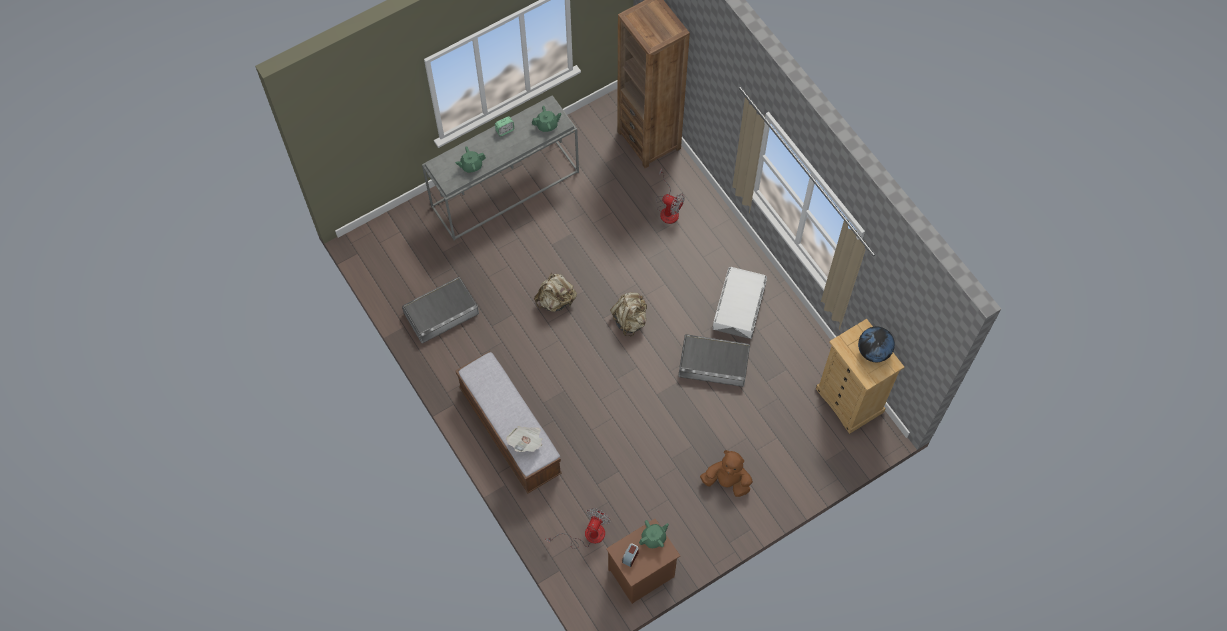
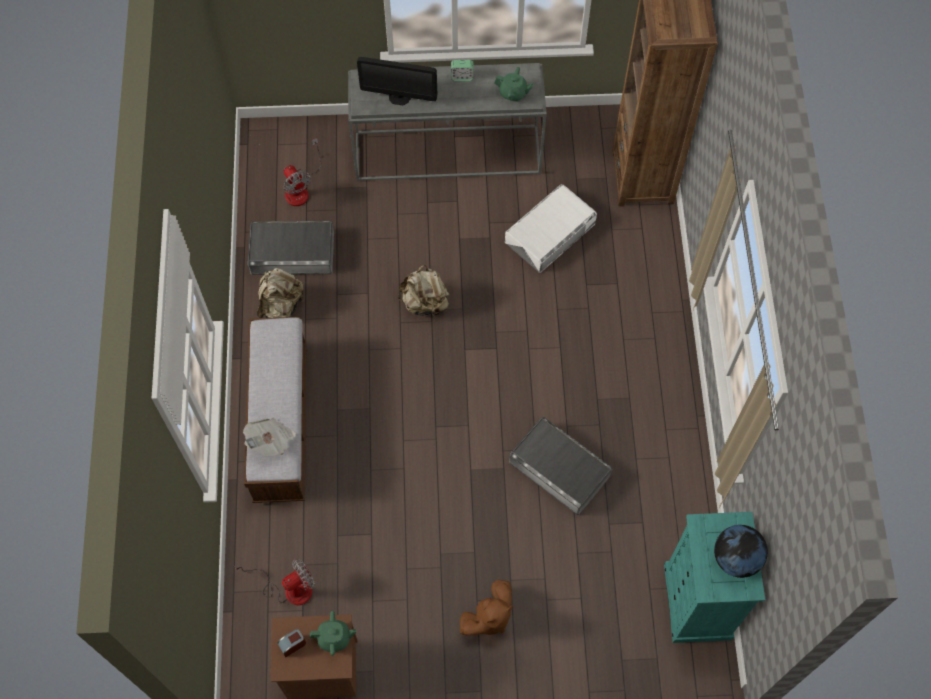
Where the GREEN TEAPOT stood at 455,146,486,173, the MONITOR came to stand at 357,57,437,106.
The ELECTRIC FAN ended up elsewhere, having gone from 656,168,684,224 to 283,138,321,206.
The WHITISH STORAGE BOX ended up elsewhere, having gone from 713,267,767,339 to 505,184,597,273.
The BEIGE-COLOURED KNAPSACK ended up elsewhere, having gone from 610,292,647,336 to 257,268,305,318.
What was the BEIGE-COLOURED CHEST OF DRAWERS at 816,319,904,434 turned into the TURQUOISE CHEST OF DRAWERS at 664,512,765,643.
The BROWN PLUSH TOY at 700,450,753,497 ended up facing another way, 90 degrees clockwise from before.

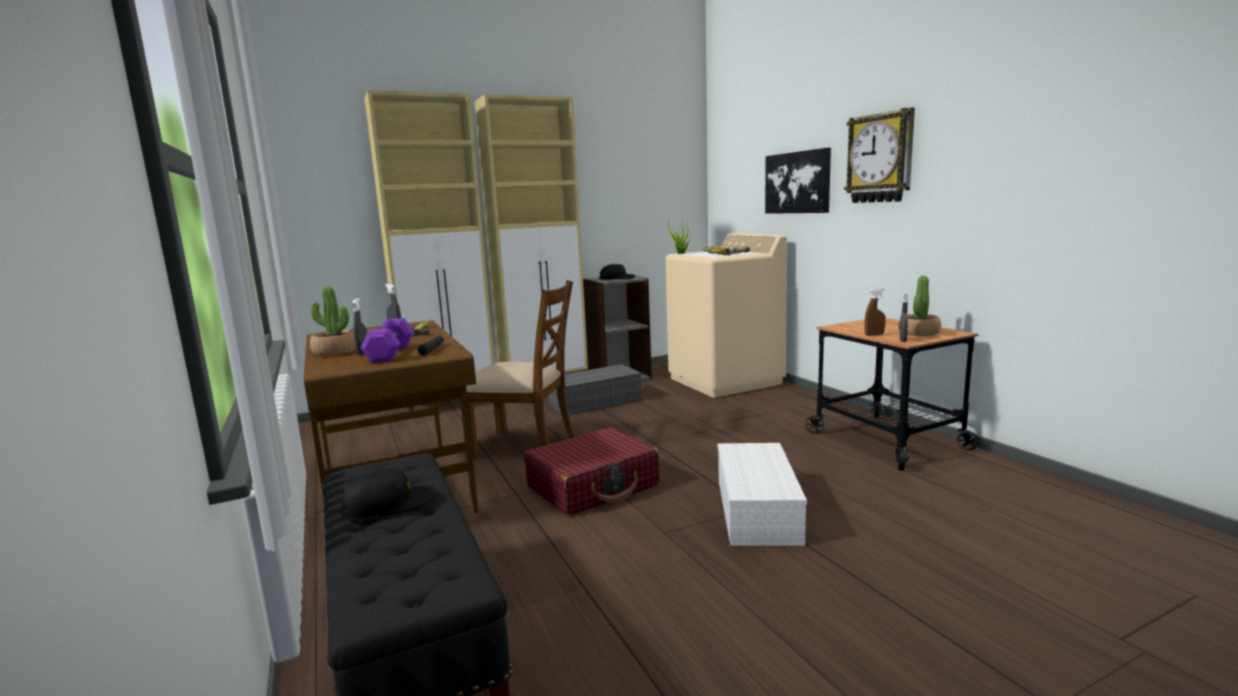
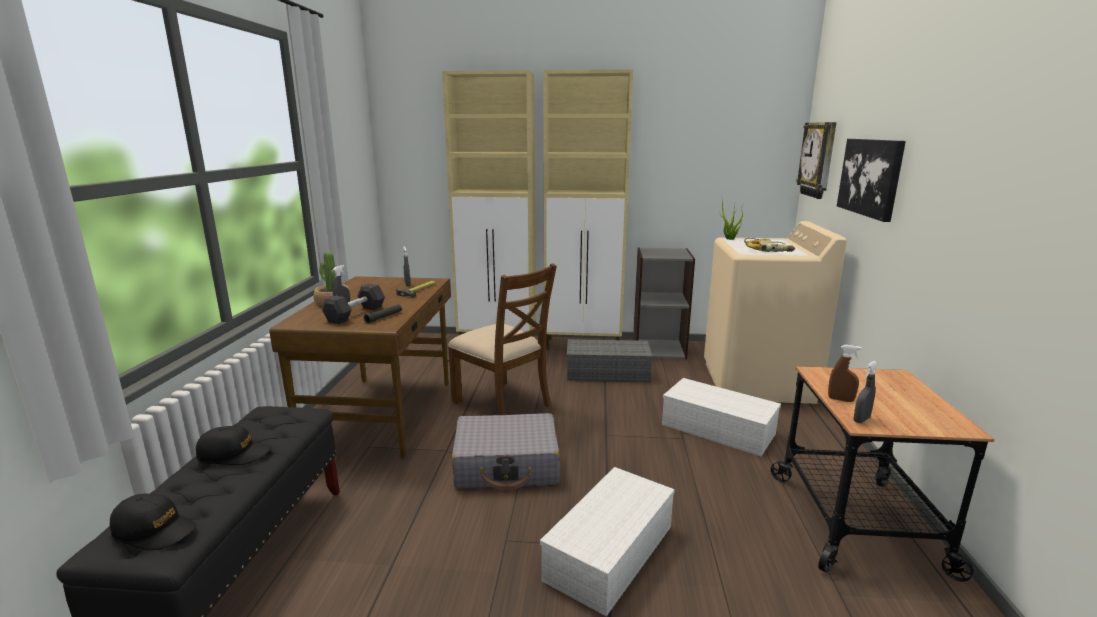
The WALL CLOCK ended up elsewhere, having gone from 844,107,915,203 to 796,122,837,199.
The BLACK PEAKED CAP ended up elsewhere, having gone from 599,264,635,280 to 110,494,197,550.
The second view lost the POTTED PLANT at 898,276,941,336.
What was the PURPLE HAND WEIGHT at 361,318,414,363 turned into the GREYISH HAND WEIGHT at 322,284,385,324.
What was the RED PIECE OF LUGGAGE at 524,428,659,515 turned into the GREYISH PIECE OF LUGGAGE at 452,413,560,491.
The second view gained the WHITISH STORAGE BOX at 662,378,781,456.

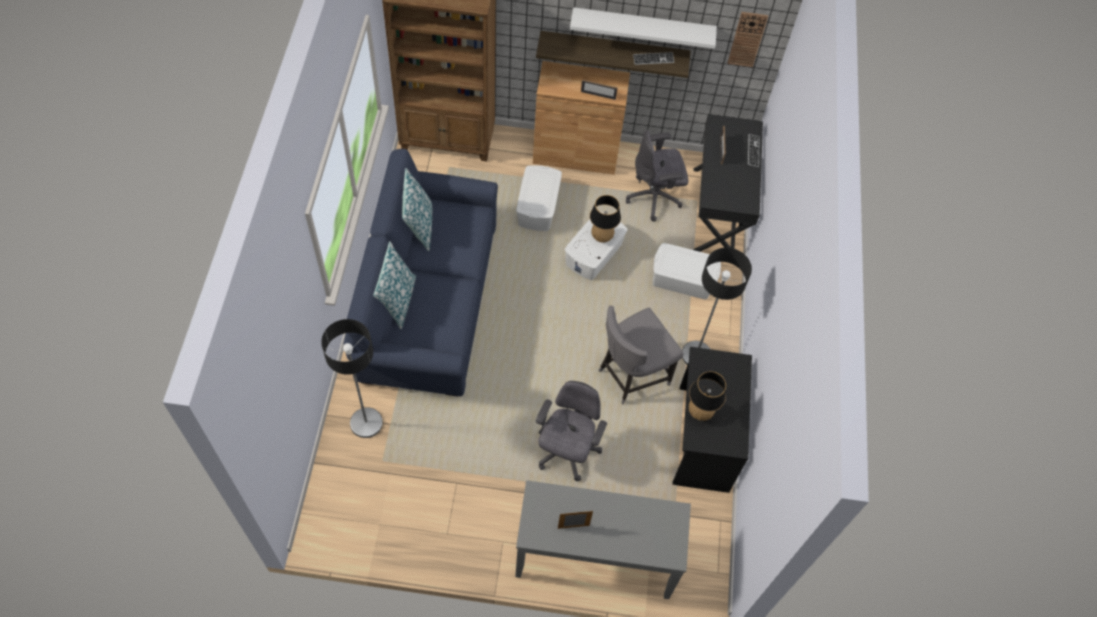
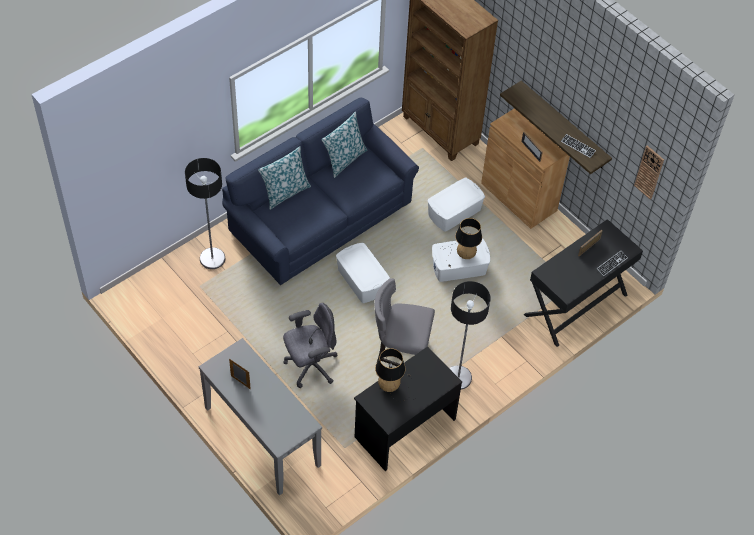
The second view lost the WHITISH BRACKET SHELF at 570,7,717,49.
The second view lost the GREYISH OFFICE CHAIR at 626,130,688,221.
The WHITISH STORAGE BOX ended up elsewhere, having gone from 653,243,721,300 to 336,243,390,303.

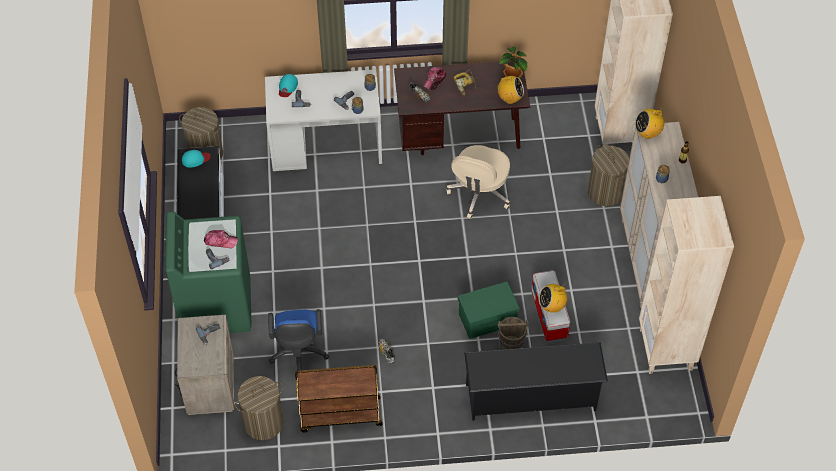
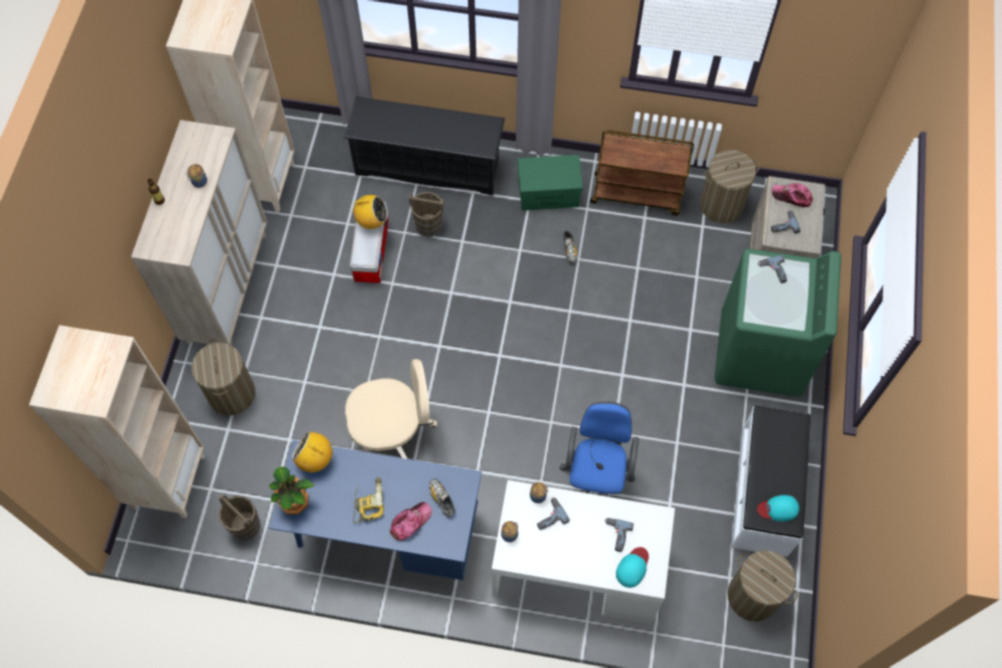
What was the BROWN DESK TABLE at 394,62,530,155 turned into the BLUE-COLOURED DESK TABLE at 269,440,482,580.
The second view lost the RADIO RECEIVER at 635,109,664,139.
The BEIGE-COLOURED OFFICE CHAIR at 446,145,510,219 ended up facing another way, 45 degrees clockwise from before.
The PEAKED CAP ended up elsewhere, having gone from 204,230,238,248 to 772,183,813,207.
The GREEN STORAGE BOX ended up elsewhere, having gone from 458,281,520,339 to 518,155,583,211.
The BLUE-COLOURED OFFICE CHAIR ended up elsewhere, having gone from 268,309,329,371 to 559,402,639,497.
The second view gained the BROWN WATER BUCKET at 218,494,261,541.

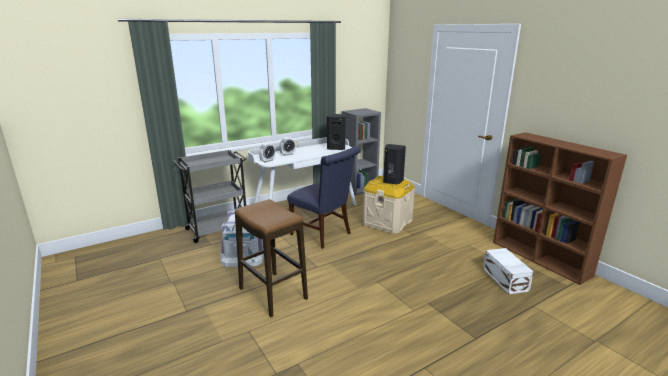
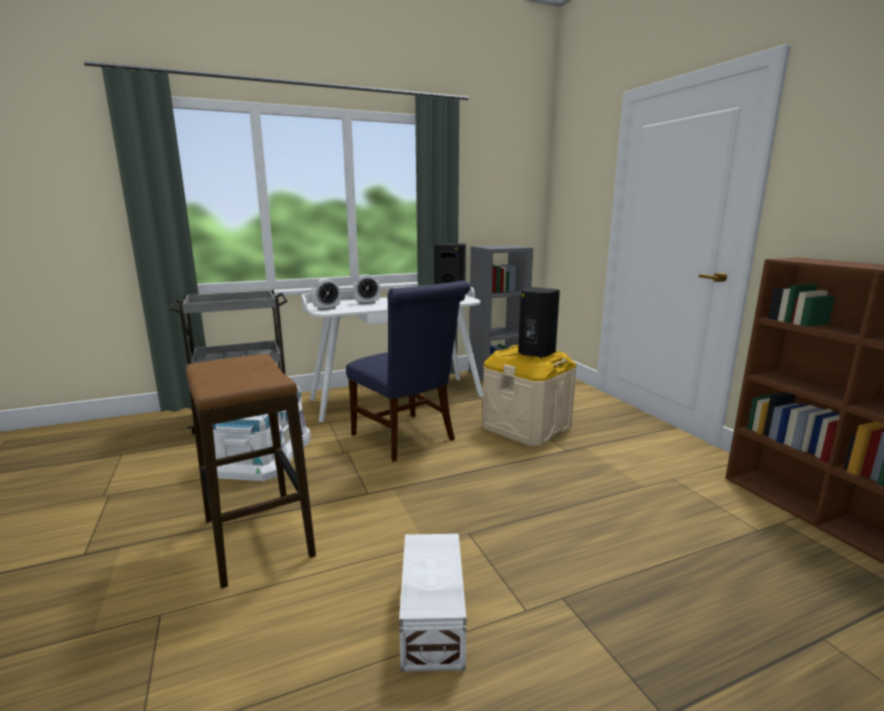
The WHITISH STORAGE BOX ended up elsewhere, having gone from 483,248,534,295 to 399,534,466,672.

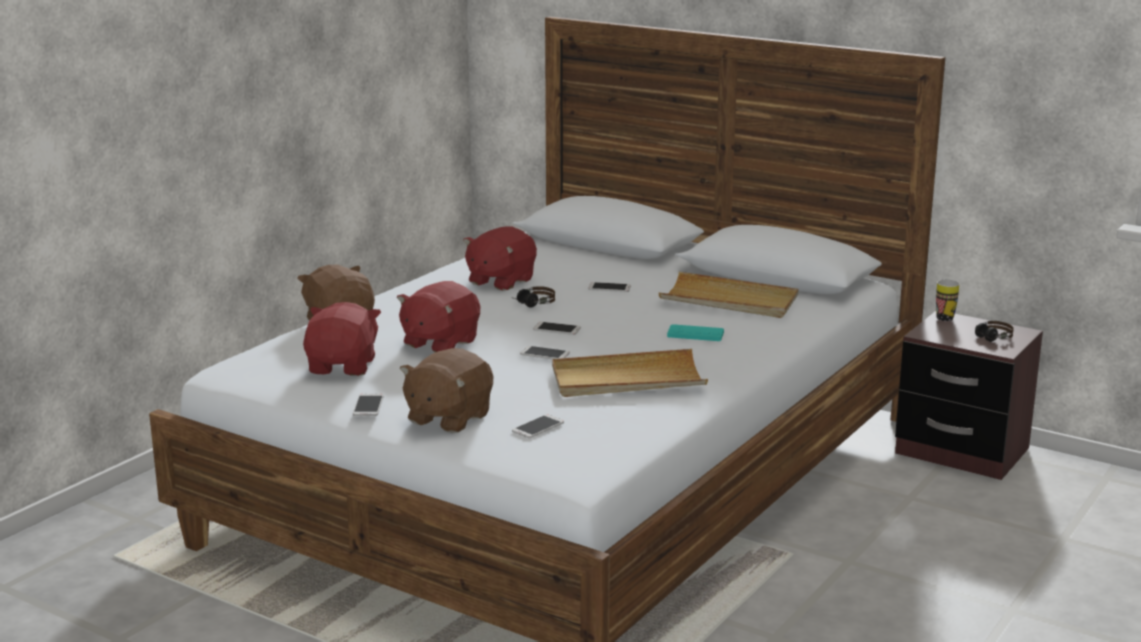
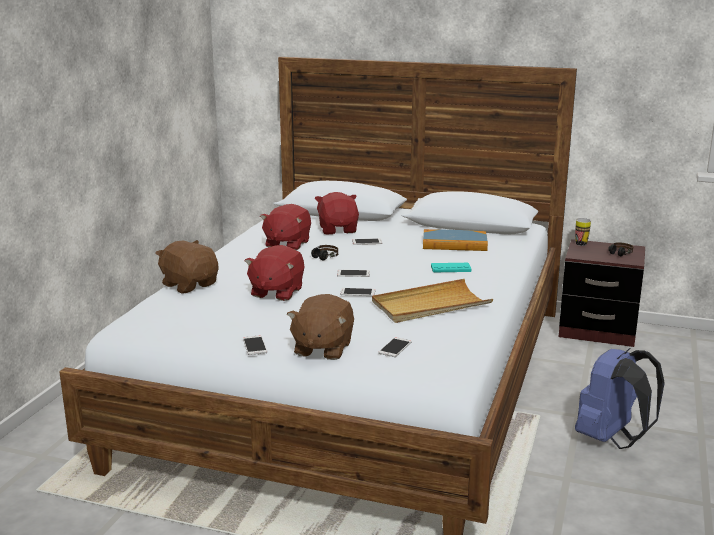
Where the BEIGE-COLOURED TRAY stood at 659,272,798,318, the VOLUME came to stand at 423,229,488,251.
The RED PLUSH TOY ended up elsewhere, having gone from 303,302,381,376 to 315,192,359,234.
The second view gained the BLUE-COLOURED KNAPSACK at 575,348,665,449.

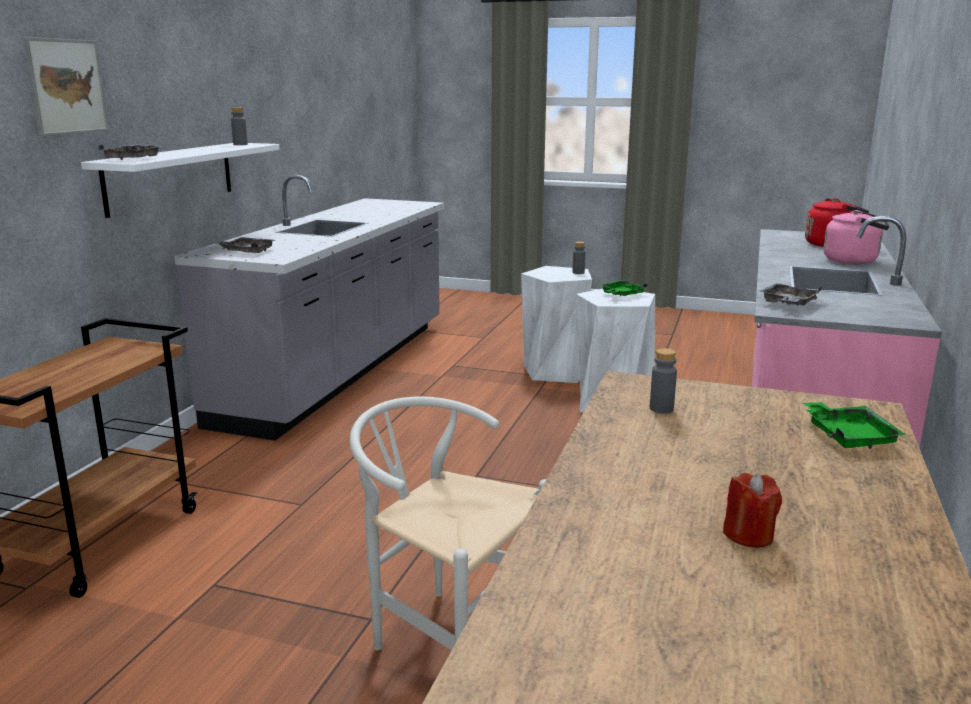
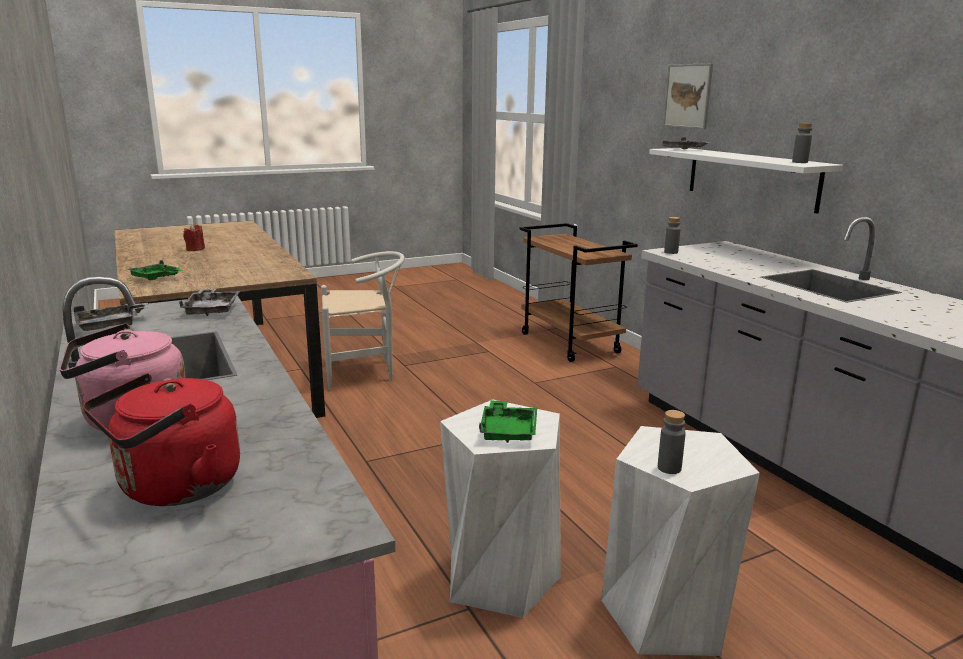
The GREYISH TRAY ended up elsewhere, having gone from 216,237,275,253 to 74,303,150,331.
The GREYISH DRINK BOTTLE ended up elsewhere, having gone from 650,348,677,413 to 664,217,680,254.

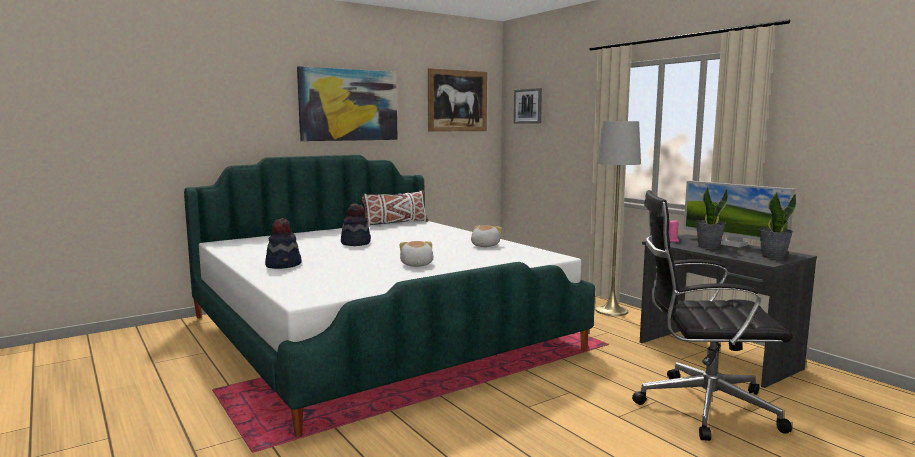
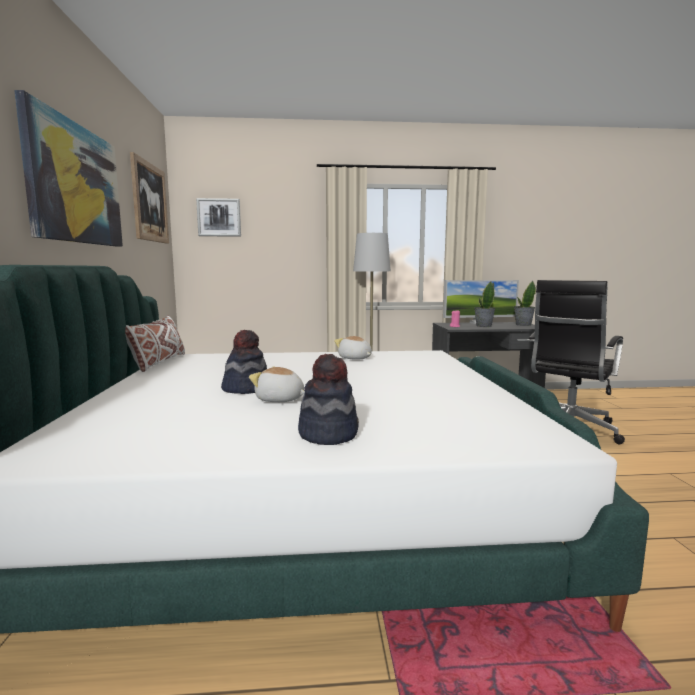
The PLUSH TOY ended up elsewhere, having gone from 400,241,434,267 to 249,367,305,402.

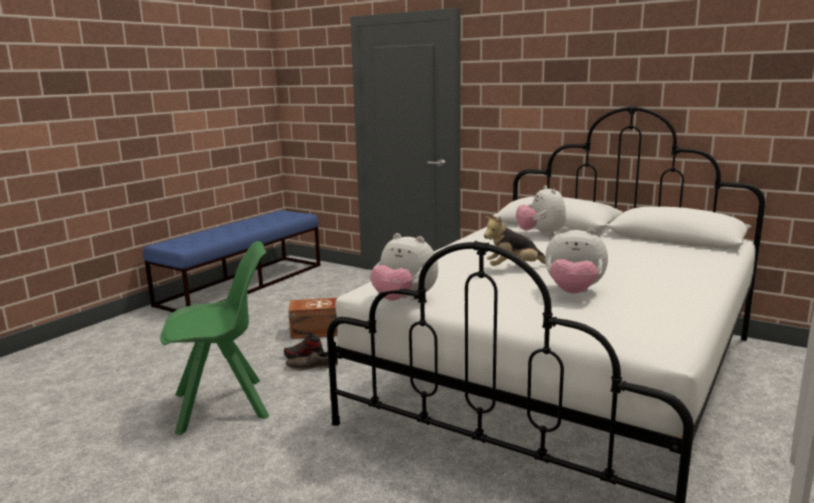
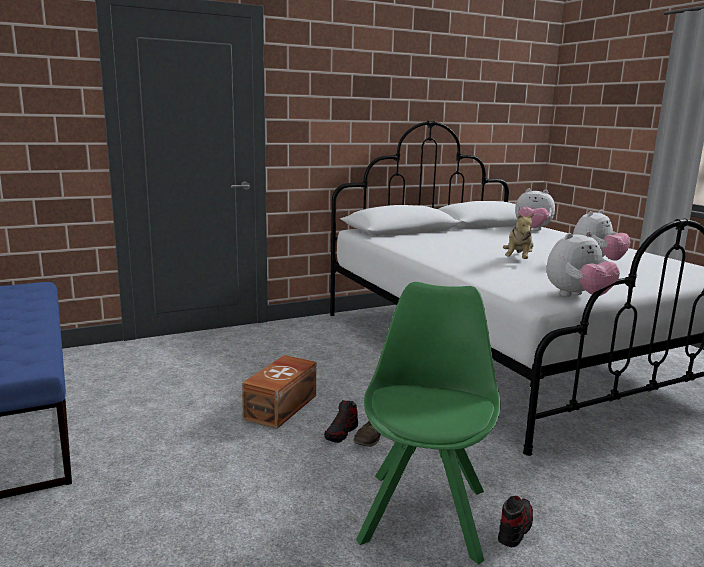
The PLUSH TOY ended up elsewhere, having gone from 516,185,566,236 to 515,189,555,231.
The second view gained the SHOE at 498,496,533,547.

